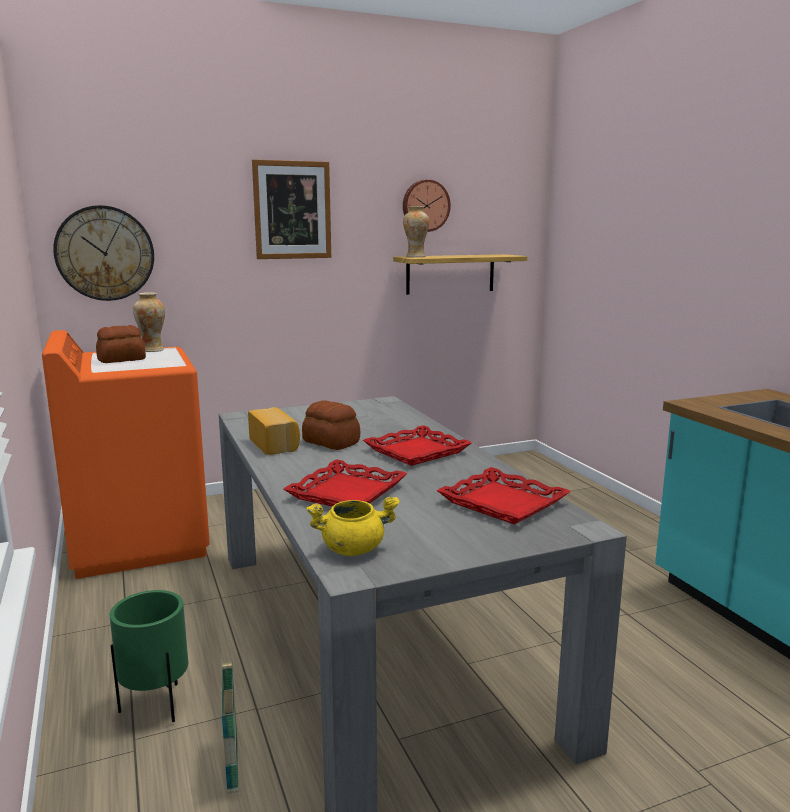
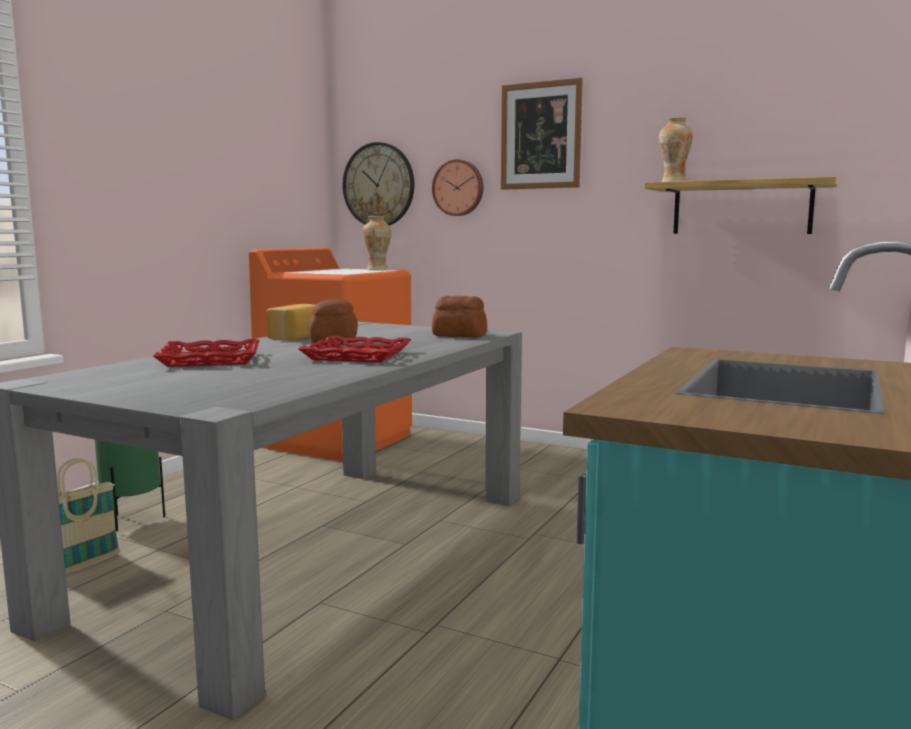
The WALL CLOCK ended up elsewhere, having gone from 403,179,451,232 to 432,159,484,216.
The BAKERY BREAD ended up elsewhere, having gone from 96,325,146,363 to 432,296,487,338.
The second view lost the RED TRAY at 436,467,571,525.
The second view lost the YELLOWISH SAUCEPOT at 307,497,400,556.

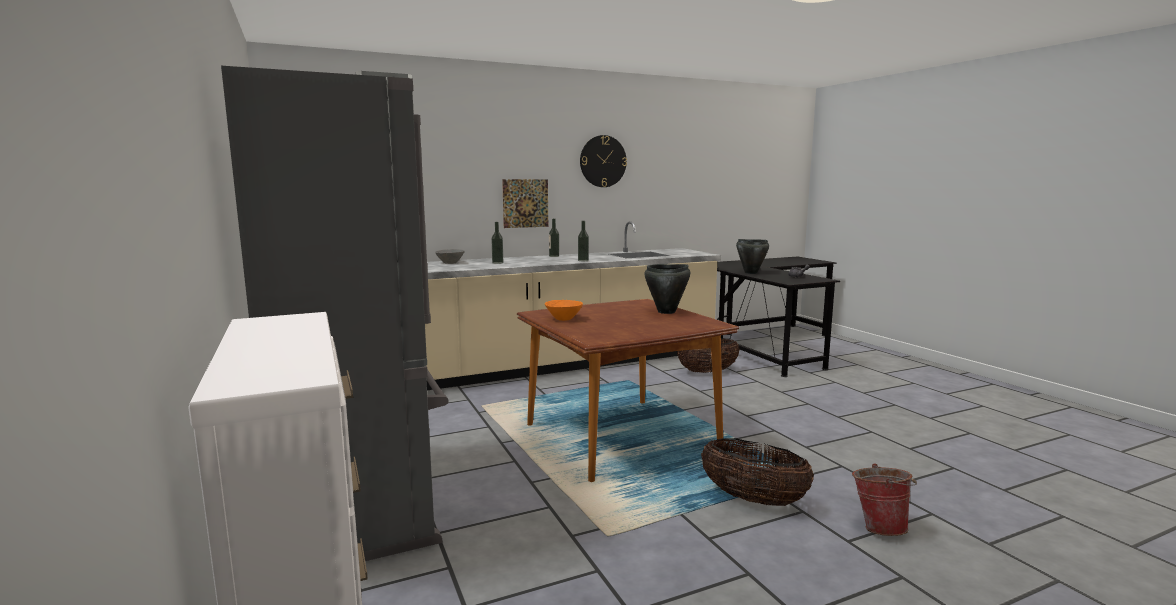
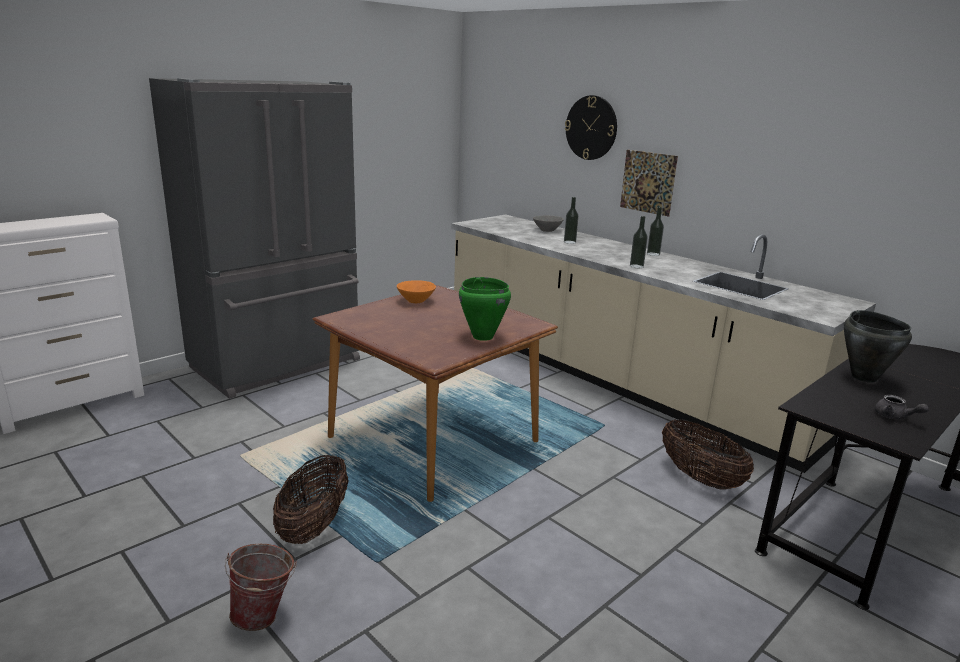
The WALL CLOCK ended up elsewhere, having gone from 580,135,627,187 to 565,95,617,160.
What was the BLACK SAUCEPOT at 644,264,690,314 turned into the GREEN SAUCEPOT at 459,277,511,341.

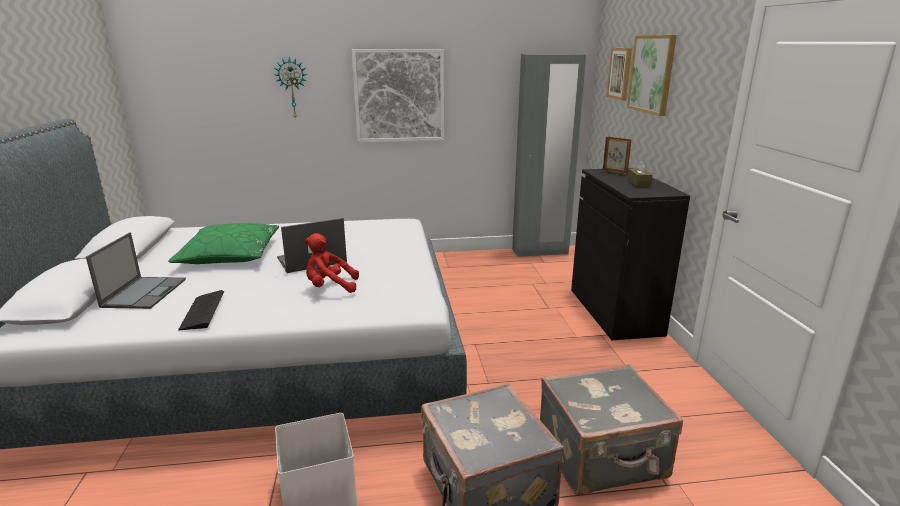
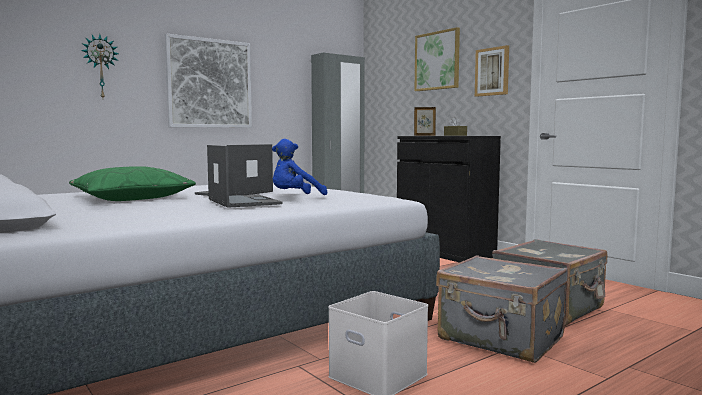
The WALL ART ended up elsewhere, having gone from 606,48,632,100 to 475,45,509,97.
The PORTABLE COMPUTER ended up elsewhere, having gone from 86,232,186,309 to 207,145,282,208.
What was the RED PLUSH TOY at 304,233,359,293 turned into the BLUE-COLOURED PLUSH TOY at 272,139,327,195.
The second view lost the KEYBOARD at 178,290,224,330.

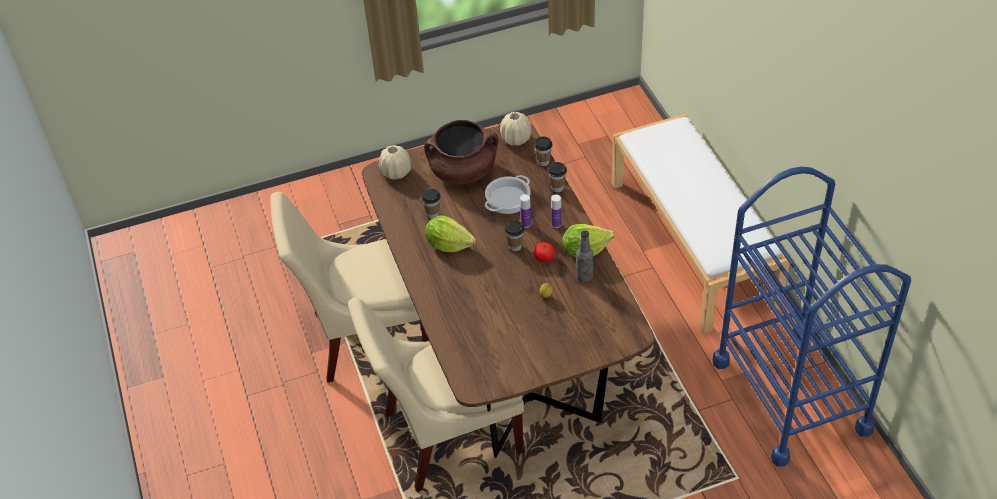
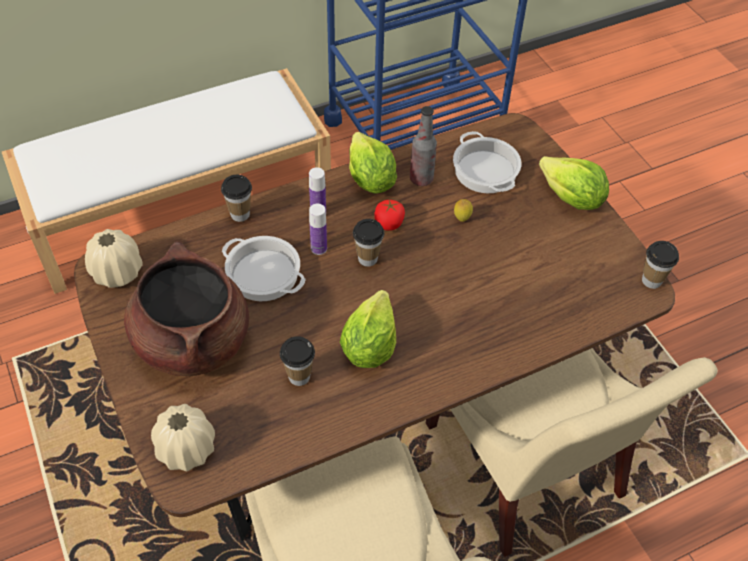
The CUP ended up elsewhere, having gone from 534,136,553,166 to 642,241,679,289.
The second view gained the SAUCEPOT at 453,131,521,193.
The second view gained the LETTUCE at 539,156,609,210.

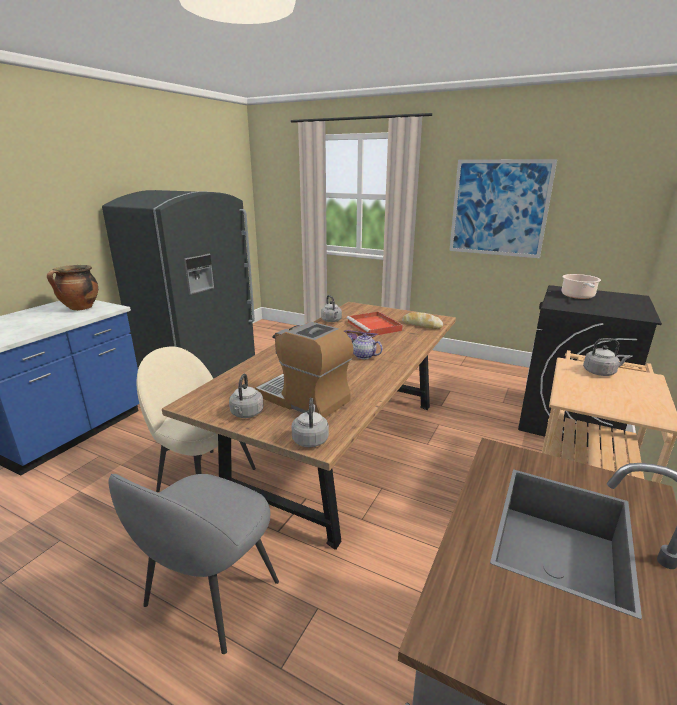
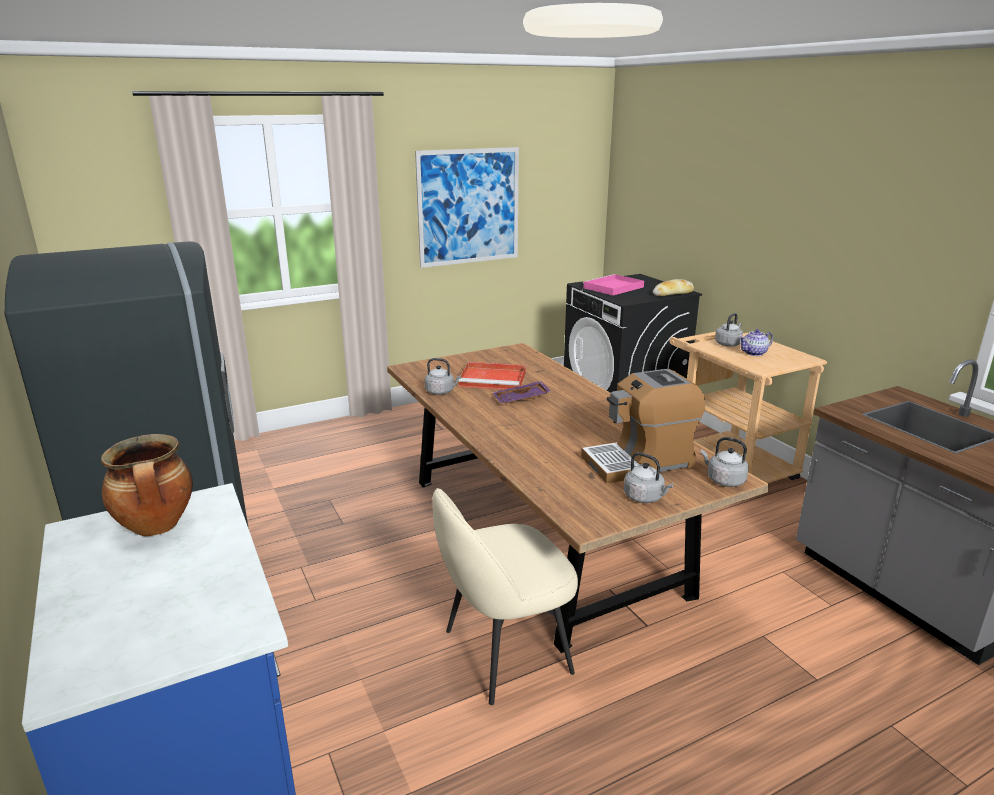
Where the SAUCEPOT stood at 562,274,601,299, the PINKISH TRAY came to stand at 583,274,644,295.
The BAKERY BREAD ended up elsewhere, having gone from 402,312,443,329 to 653,279,694,296.
The TEAPOT ended up elsewhere, having gone from 348,334,383,359 to 739,329,773,356.
The second view lost the GREYISH CHAIR at 109,474,279,654.

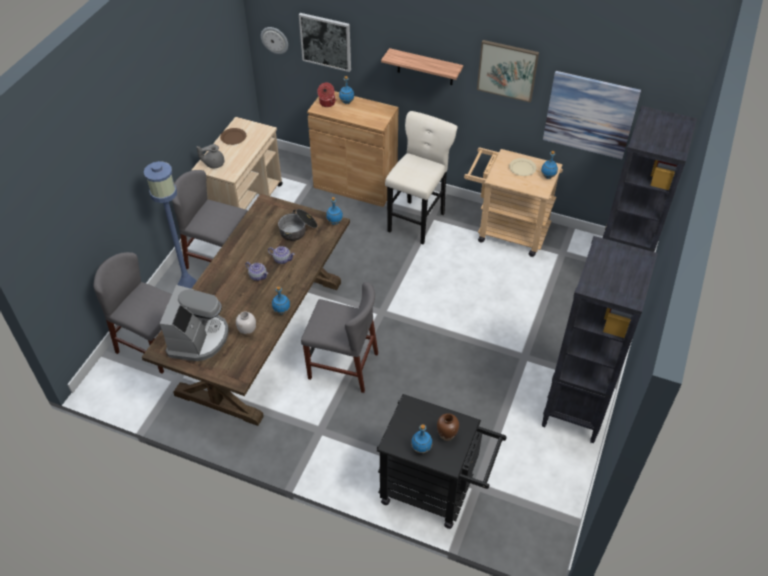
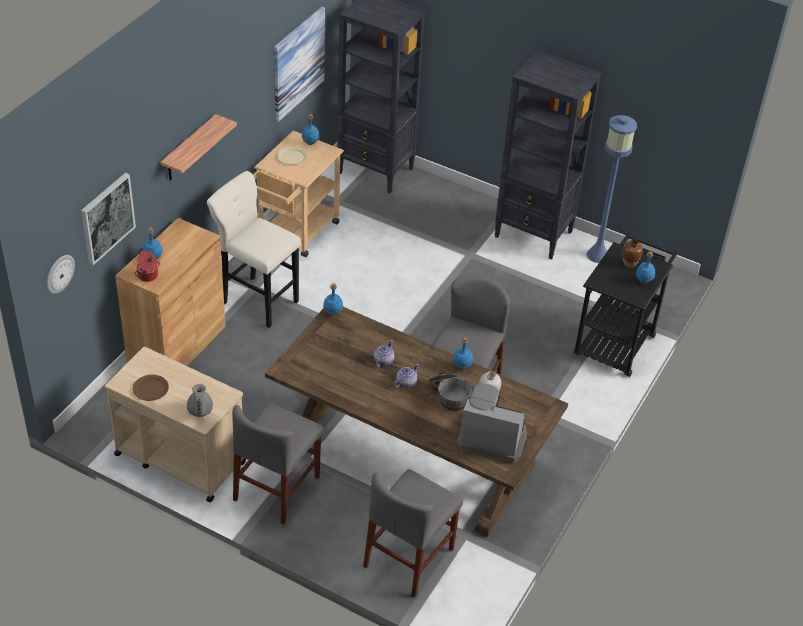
The second view lost the WALL ART at 477,40,539,102.
The BLUE-COLOURED STANDARD LAMP ended up elsewhere, having gone from 144,161,197,289 to 587,115,637,263.
The SAUCEPOT ended up elsewhere, having gone from 278,209,318,241 to 427,372,472,411.

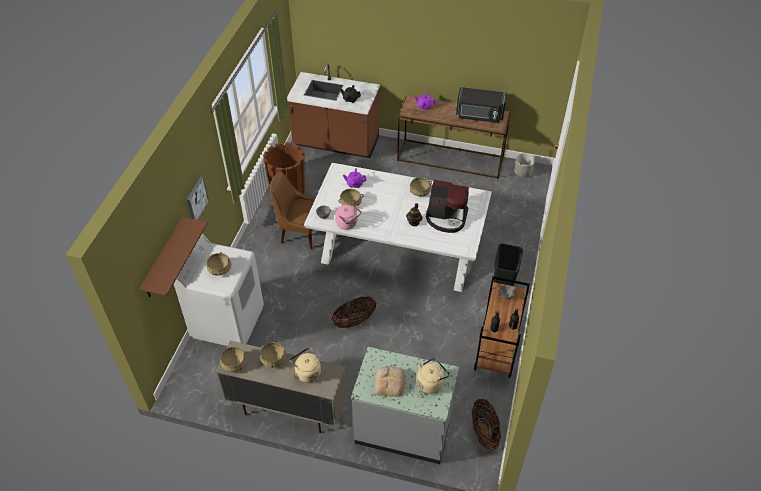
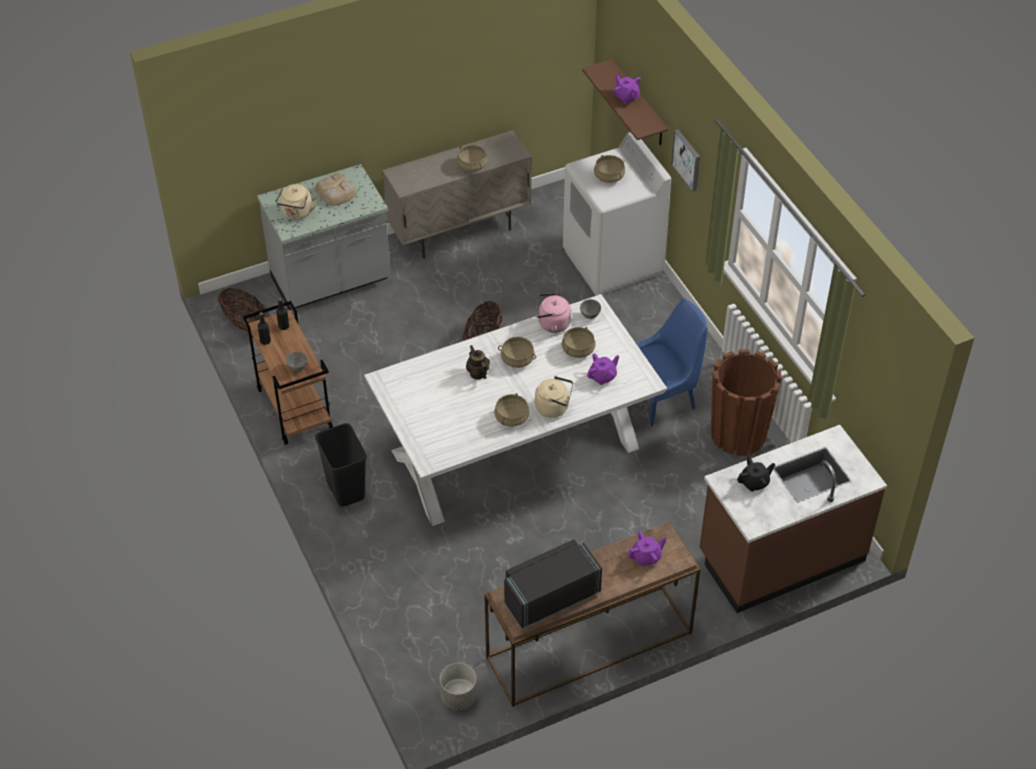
What was the BROWN CHAIR at 270,171,316,249 turned into the BLUE-COLOURED CHAIR at 637,298,708,426.
The second view lost the COFFEE MACHINE at 426,180,469,233.
The BEIGE-COLOURED SAUCEPOT ended up elsewhere, having gone from 220,346,247,372 to 498,337,536,368.
The BEIGE-COLOURED TEA KETTLE ended up elsewhere, having gone from 290,348,321,383 to 535,376,573,418.
The second view gained the PURPLE TEAPOT at 614,74,641,104.

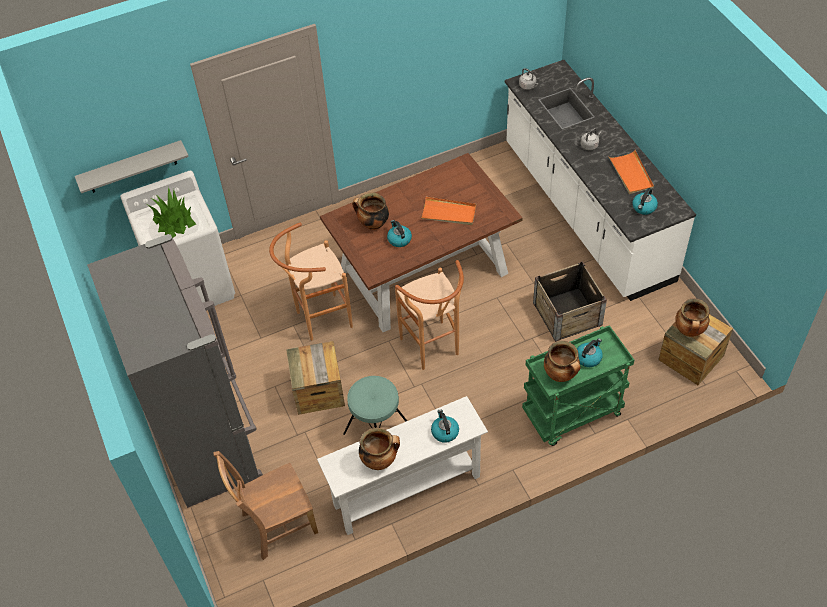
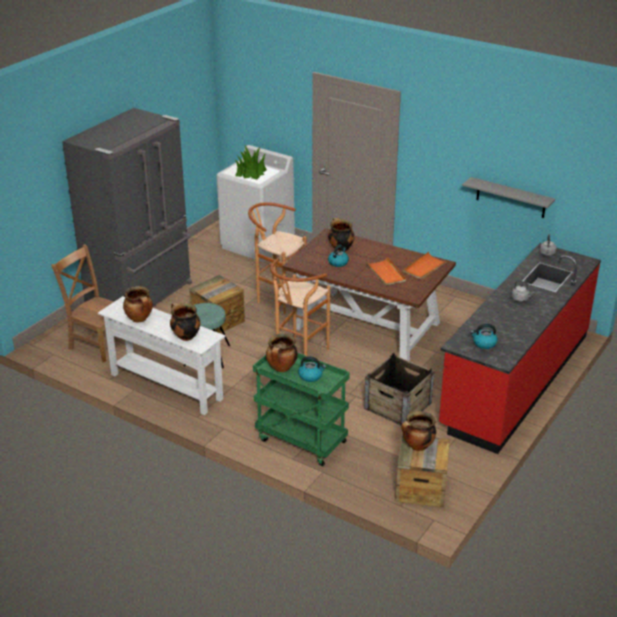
What was the WHITISH COUNTER at 505,60,696,301 turned into the RED COUNTER at 439,243,601,454.
The GREYISH BRACKET SHELF ended up elsewhere, having gone from 75,140,189,193 to 462,177,555,218.
The ORANGE TRAY ended up elsewhere, having gone from 608,150,654,194 to 403,252,449,280.
Where the TEA KETTLE stood at 431,409,459,443, the SAUCEPOT came to stand at 170,303,201,341.

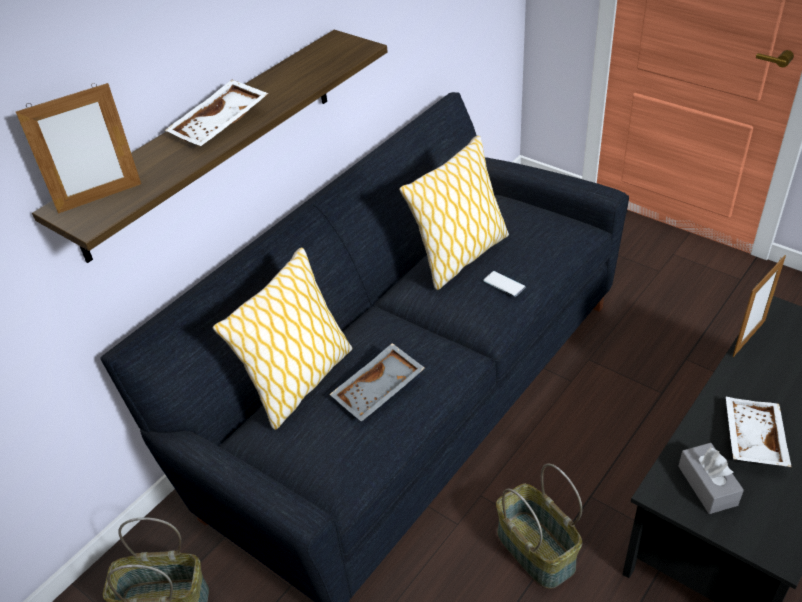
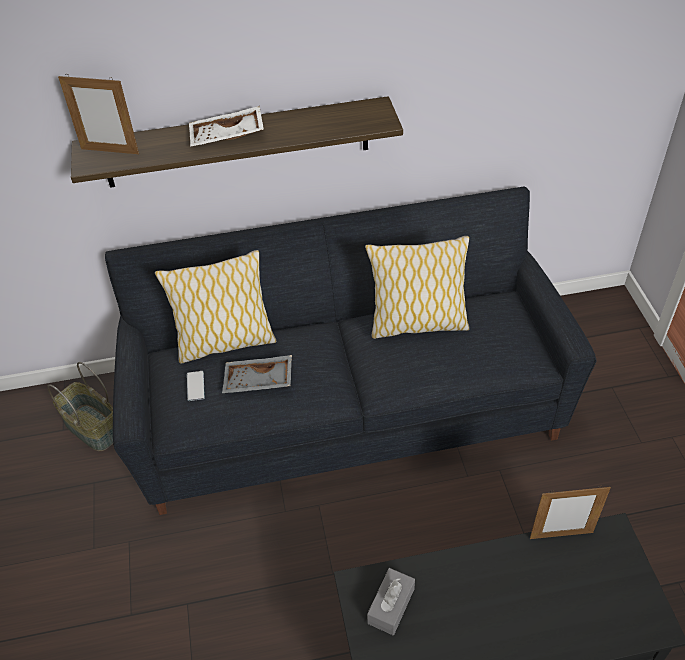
The TELEPHONE ended up elsewhere, having gone from 483,271,526,297 to 187,371,205,401.
The second view lost the WHITISH TRAY at 726,397,792,467.
The second view lost the HOUSEHOLD BASKET at 496,464,582,589.

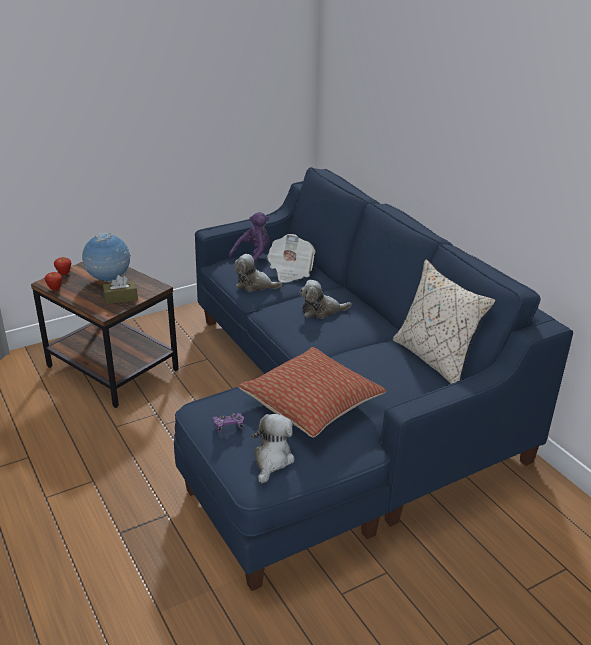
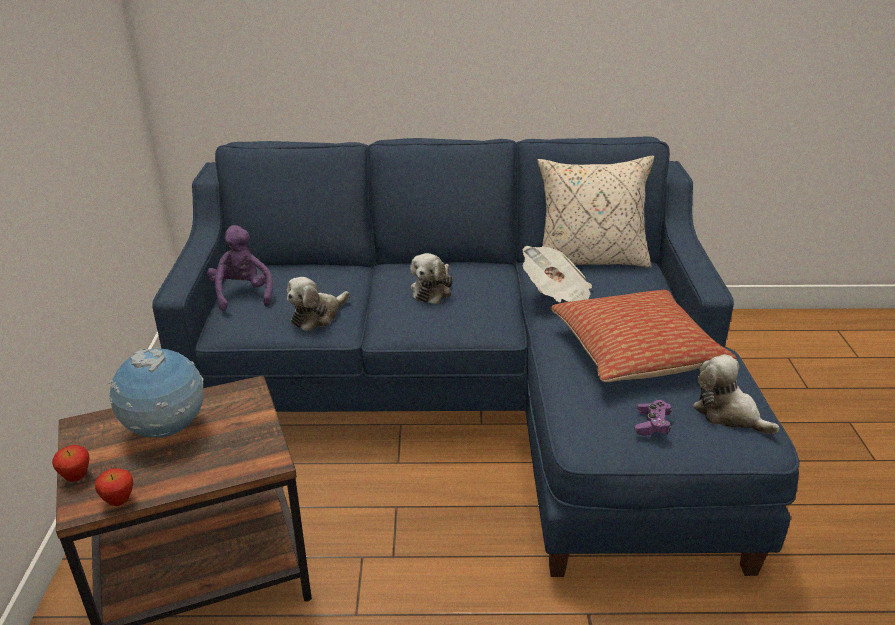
The DAILY PAPER ended up elsewhere, having gone from 267,234,315,283 to 523,246,592,302.
The second view lost the BROWN BOX OF TISSUES at 103,275,138,304.

